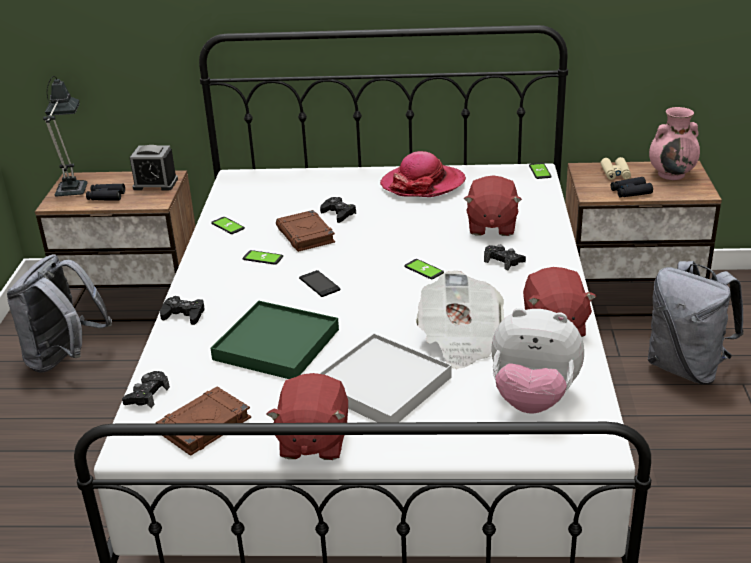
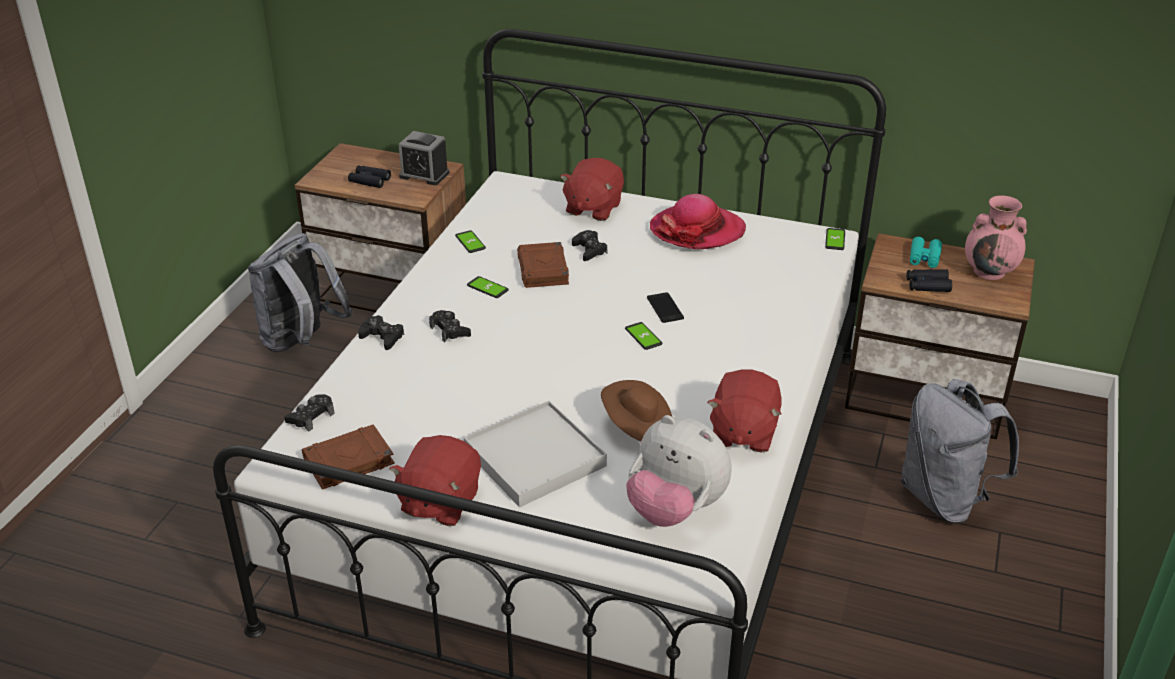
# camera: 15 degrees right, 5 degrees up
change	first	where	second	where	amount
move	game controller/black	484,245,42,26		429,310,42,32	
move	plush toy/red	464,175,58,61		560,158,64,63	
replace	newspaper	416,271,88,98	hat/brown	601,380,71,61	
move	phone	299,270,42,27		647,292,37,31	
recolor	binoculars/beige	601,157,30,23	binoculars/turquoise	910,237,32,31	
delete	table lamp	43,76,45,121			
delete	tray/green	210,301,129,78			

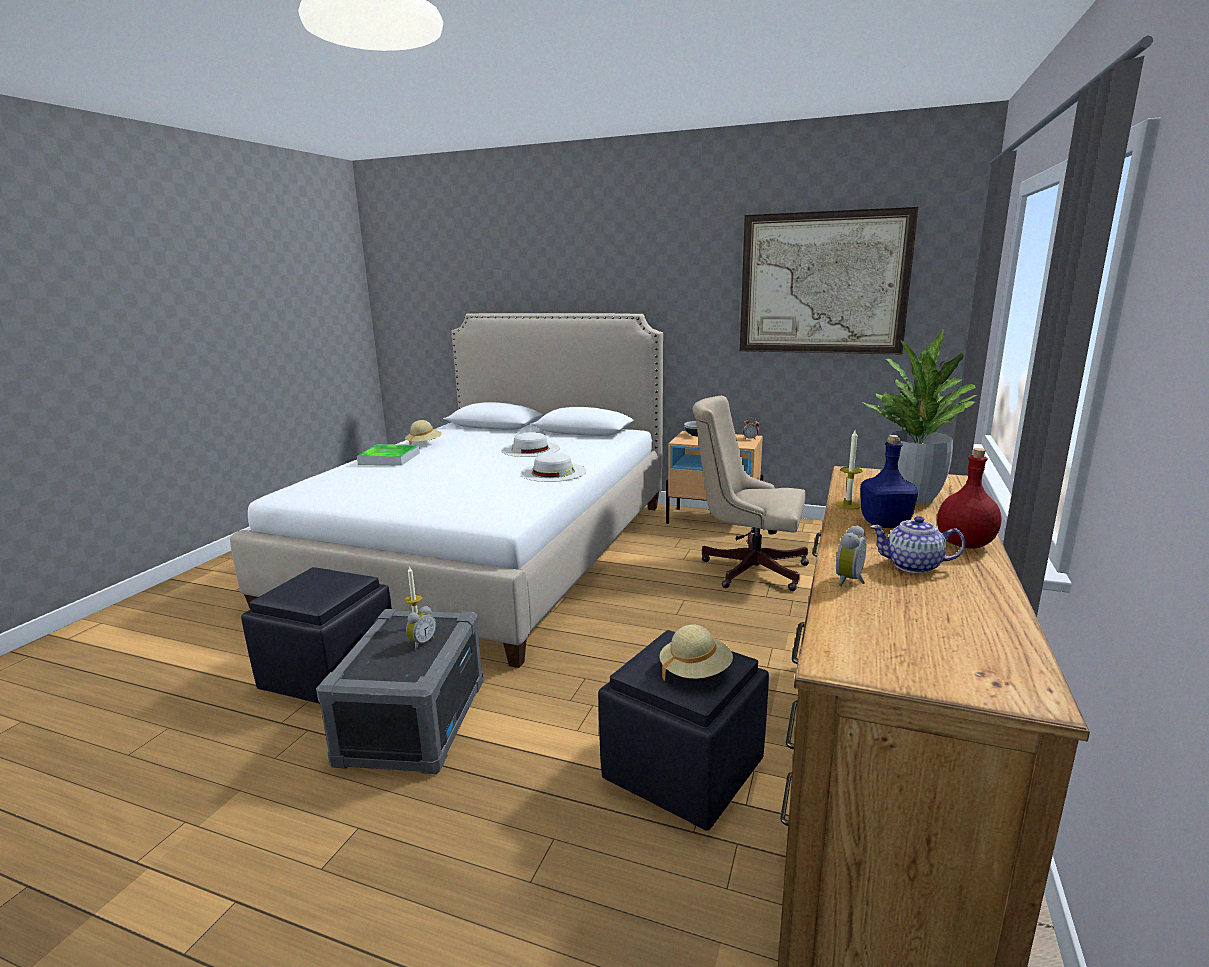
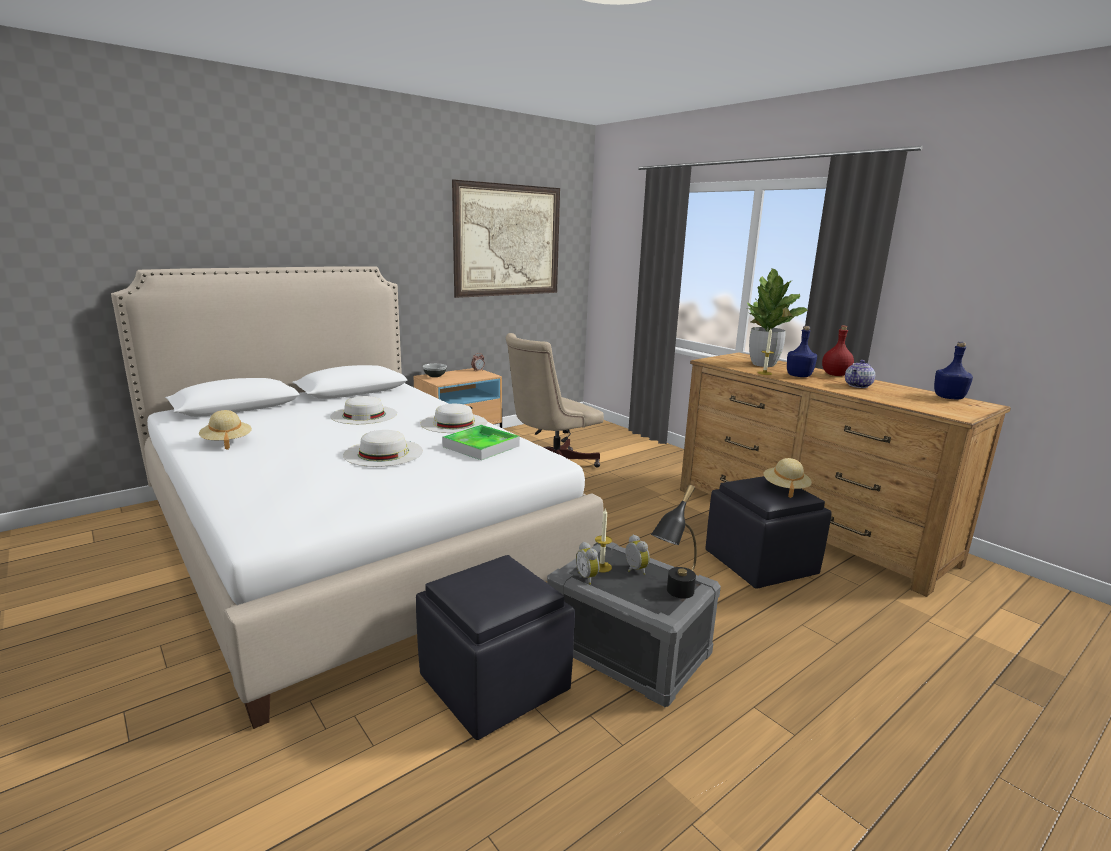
# camera: 60 degrees left, 0 degrees up
change	first	where	second	where	amount
insert			hat/white	343,430,80,37	
move	tray	357,444,63,22		442,425,78,35	
move	alarm clock	836,525,30,62		576,542,24,43	
insert			table lamp/black	651,485,46,113	
insert			bottle/blue	934,342,39,57	

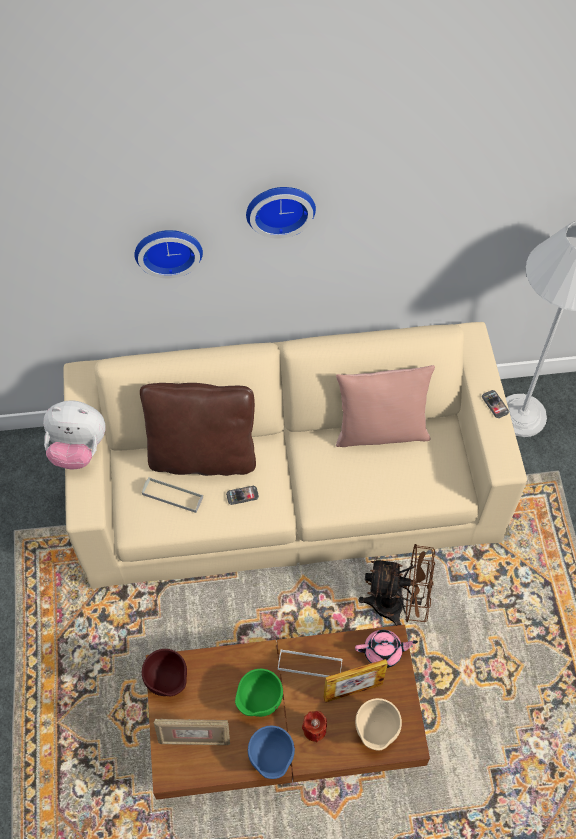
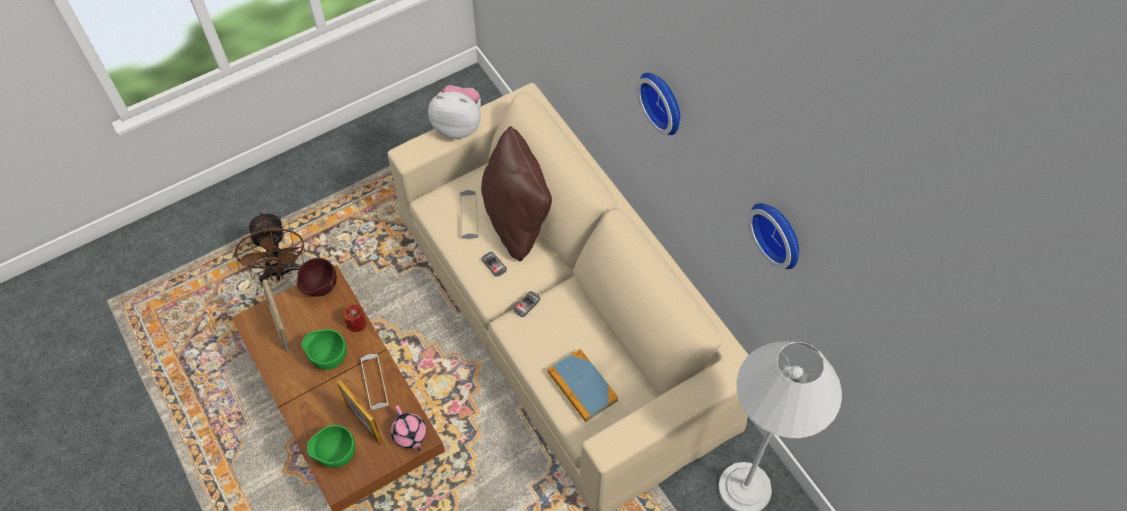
# camera: 65 degrees right, 0 degrees up
change	first	where	second	where	amount
move	fan/brown	358,544,77,82		235,212,70,70	
recolor	bowl/beige	355,698,47,53	bowl/green	307,425,48,43	
move	candle/red	302,711,25,32		343,304,24,28	
rotate	plush toy	43,401,63,68		428,85,53,54	120 degrees clockwise
move	phone	482,390,27,28		513,291,27,26	
insert			book	547,349,71,73	
move	wall clock	134,230,69,48		748,203,51,66	
delete	bowl/blue	248,726,47,53			
delete	pillow/pink	336,365,99,82			

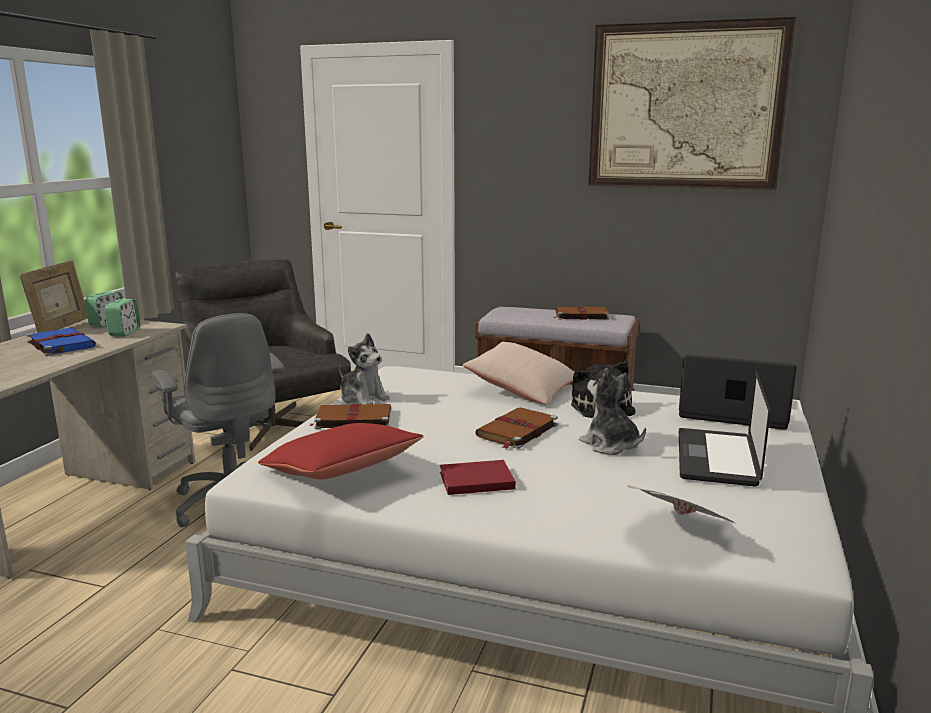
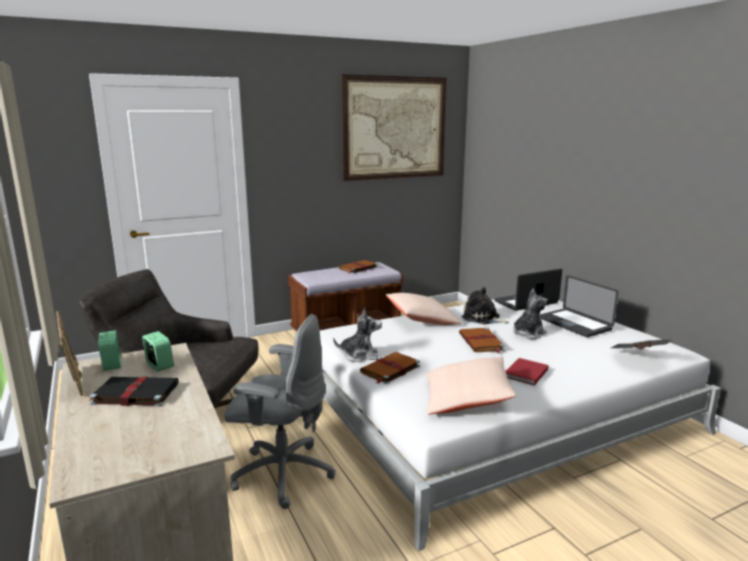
# camera: 45 degrees left, 0 degrees up
change	first	where	second	where	amount
recolor	book/blue	27,328,69,28	book/black	89,377,89,29	
recolor	pillow/red	258,423,165,56	pillow/beige	426,357,90,58	
rotate	plush toy	579,368,67,87		513,289,34,50	135 degrees clockwise

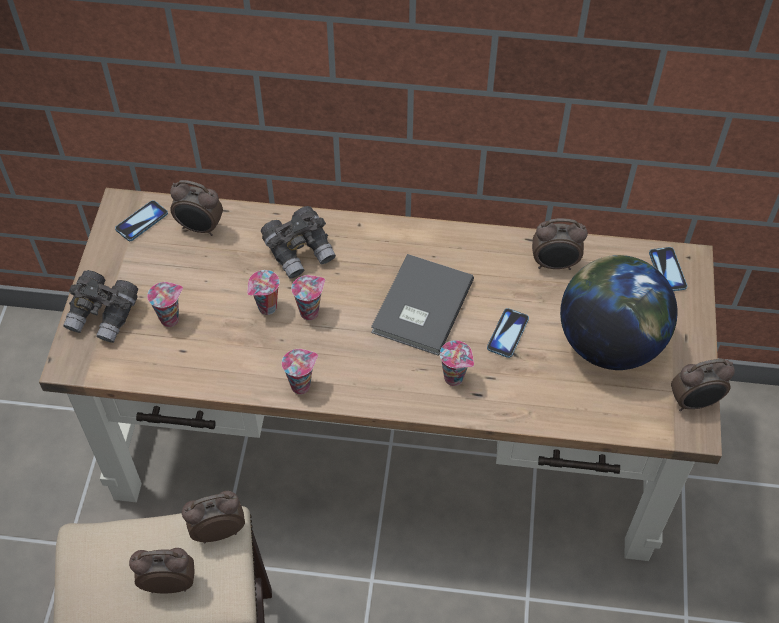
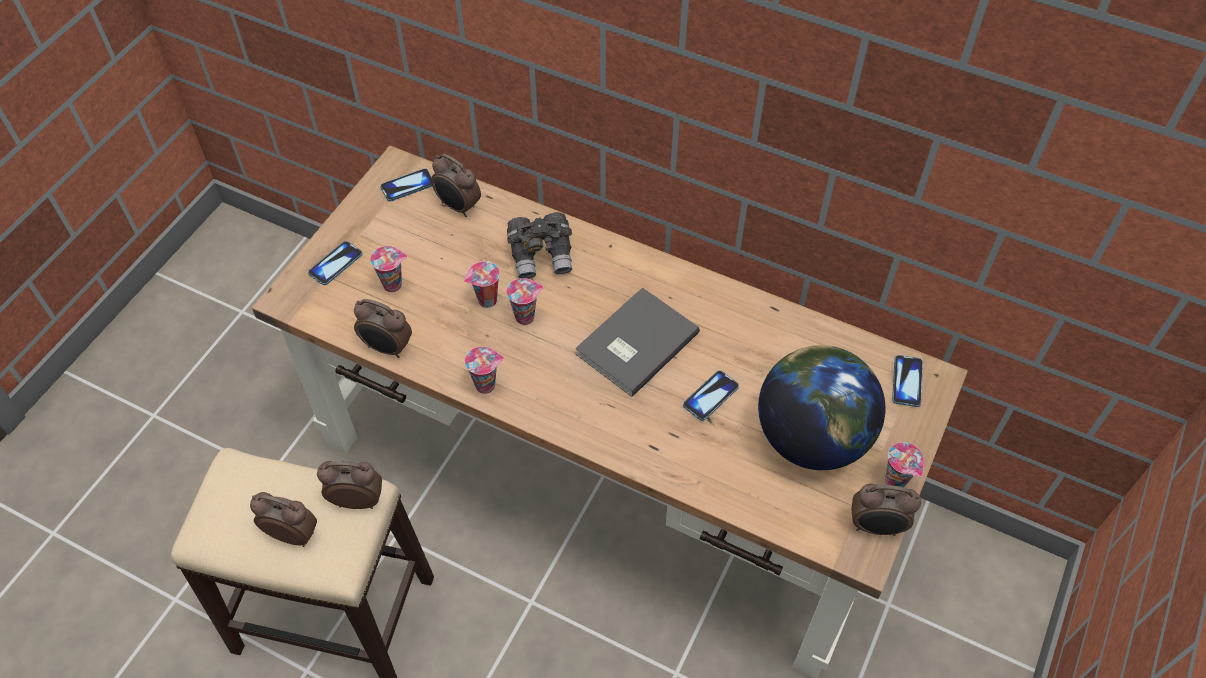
# camera: 20 degrees right, 0 degrees up
change	first	where	second	where	amount
replace	binoculars/grey	63,270,75,73	phone	308,241,55,44	
move	alarm clock	532,218,56,52		354,299,58,59	
move	cup	440,340,34,46		885,442,39,45	

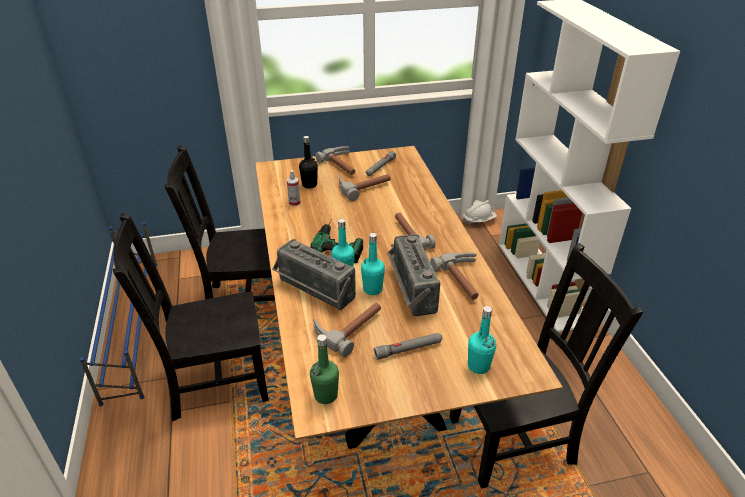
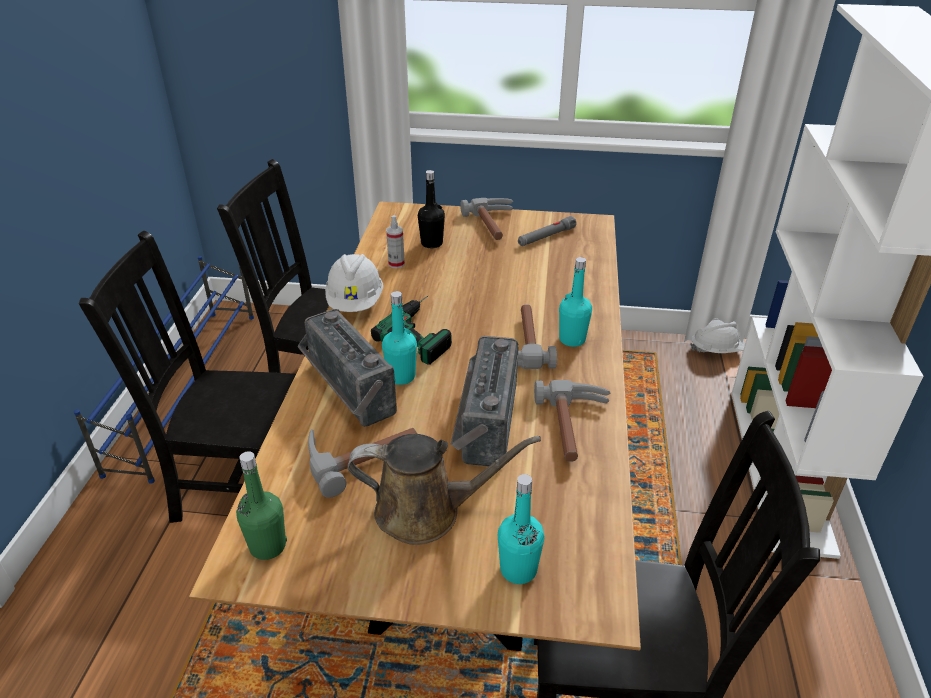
# camera: 20 degrees right, 0 degrees up
change	first	where	second	where	amount
insert			hard hat/white	325,254,58,58	
replace	flashlight/grey	374,333,68,27	watering can/brown	347,434,194,111	
move	bottle/turquoise	361,233,24,62		559,257,33,90	
delete	hammer	339,174,52,27			

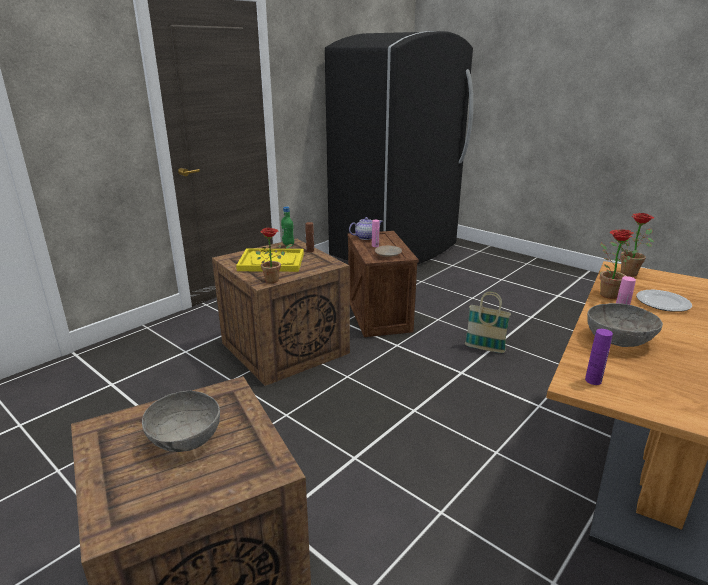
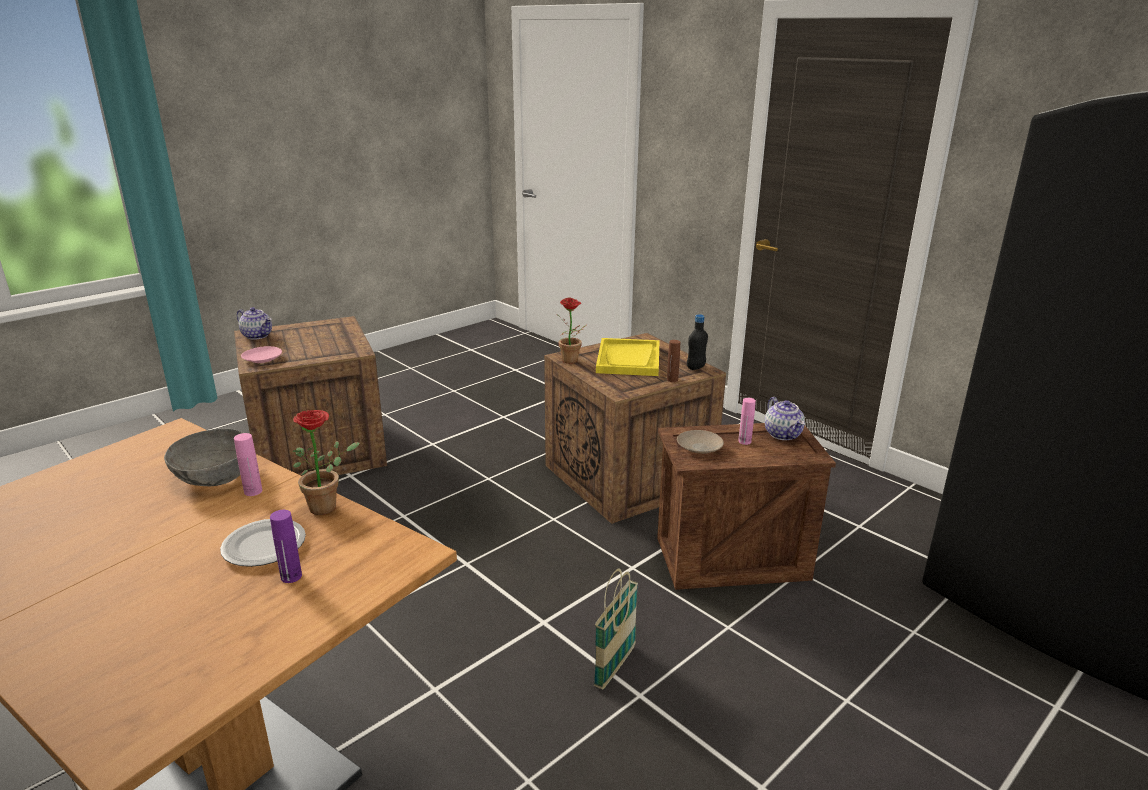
# camera: 95 degrees right, 0 degrees up
change	first	where	second	where	amount
insert			teapot	237,307,35,33	
insert			plate/pink	241,346,41,17	
move	bottle/purple	585,329,28,56		270,510,32,73	
recolor	bottle/green	281,207,13,39	bottle/black	687,314,21,56	
delete	bowl/grey	142,391,78,61			
delete	potted plant	610,213,44,64			

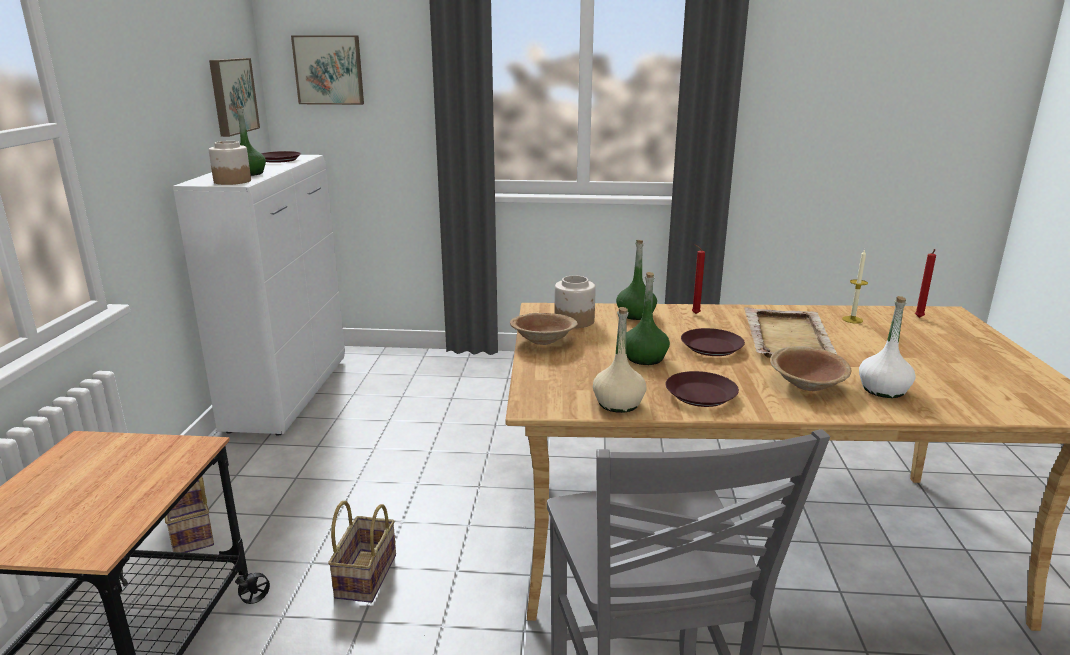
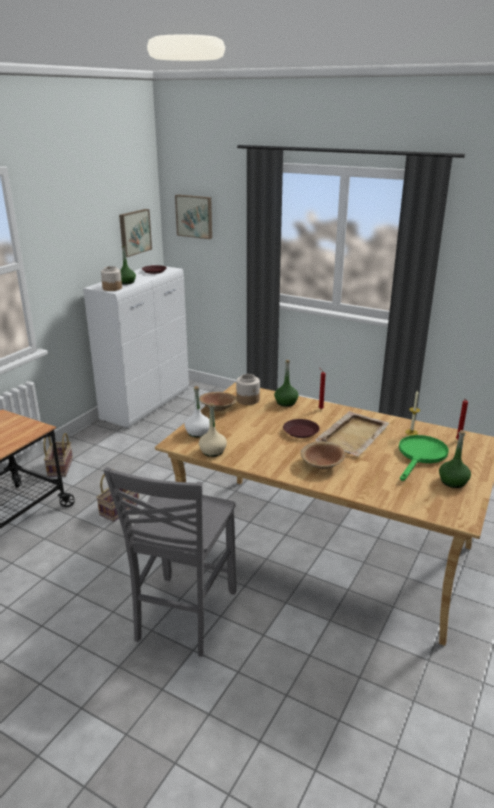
# camera: 25 degrees right, 5 degrees up
change	first	where	second	where	amount
move	bottle/white	859,296,57,102		185,386,25,52	
insert			frying pan/green	399,435,50,46	
move	bottle/green	627,272,43,93		439,430,32,58	
delete	plate/brown	665,371,74,36			

